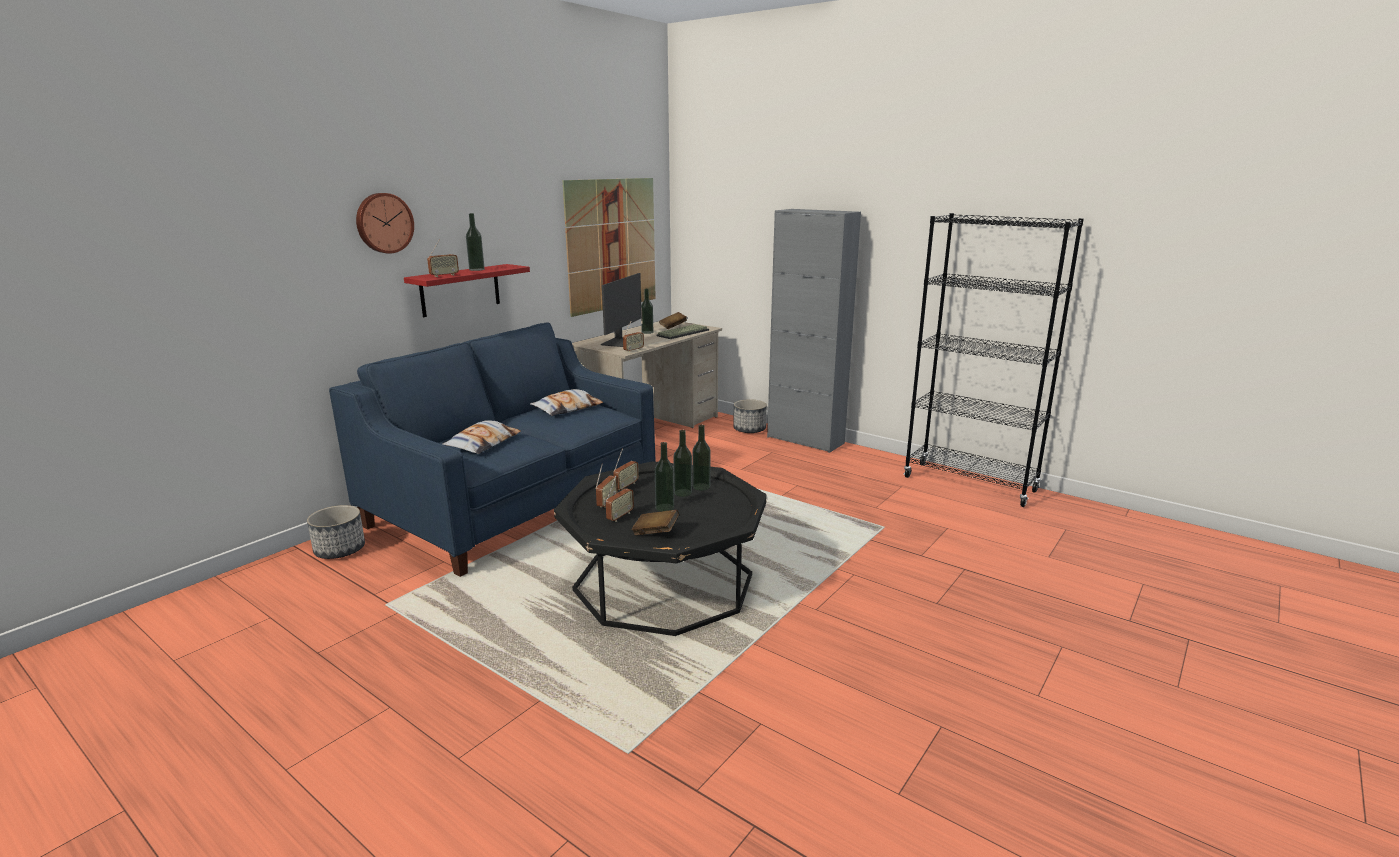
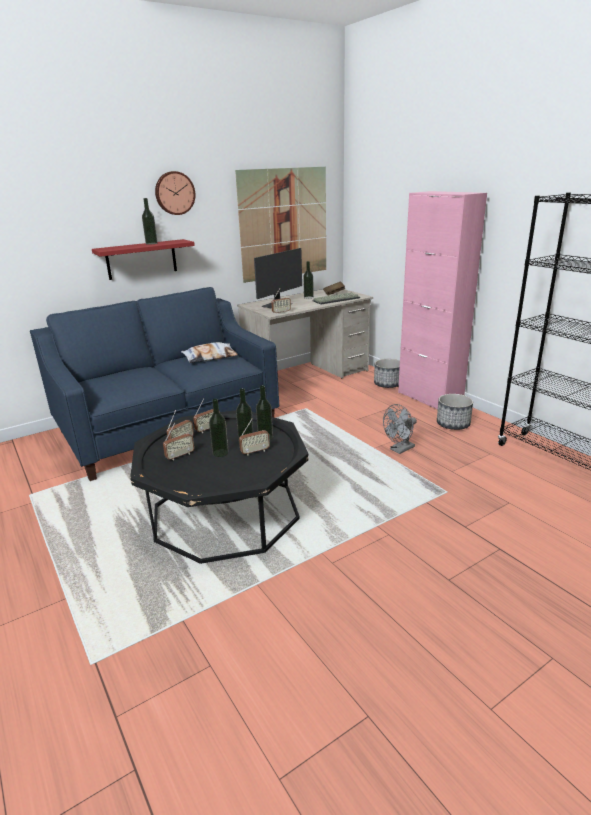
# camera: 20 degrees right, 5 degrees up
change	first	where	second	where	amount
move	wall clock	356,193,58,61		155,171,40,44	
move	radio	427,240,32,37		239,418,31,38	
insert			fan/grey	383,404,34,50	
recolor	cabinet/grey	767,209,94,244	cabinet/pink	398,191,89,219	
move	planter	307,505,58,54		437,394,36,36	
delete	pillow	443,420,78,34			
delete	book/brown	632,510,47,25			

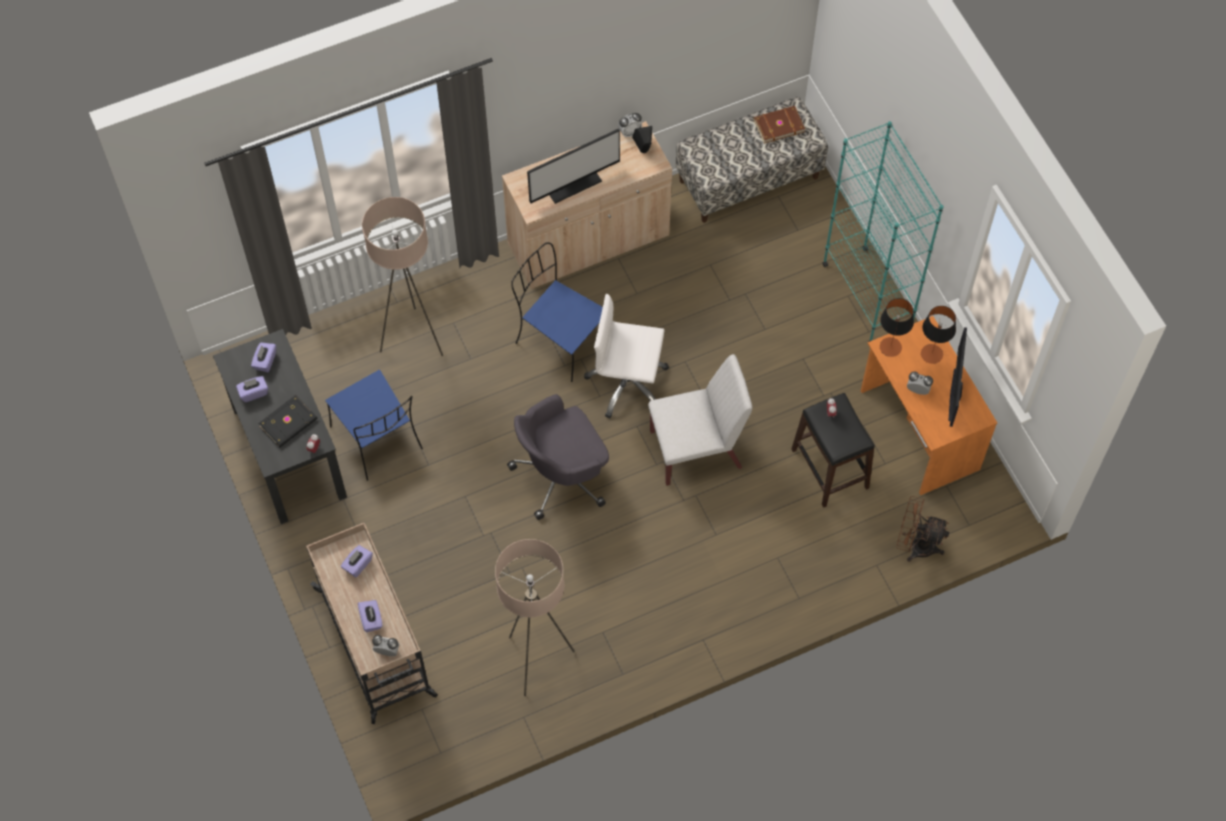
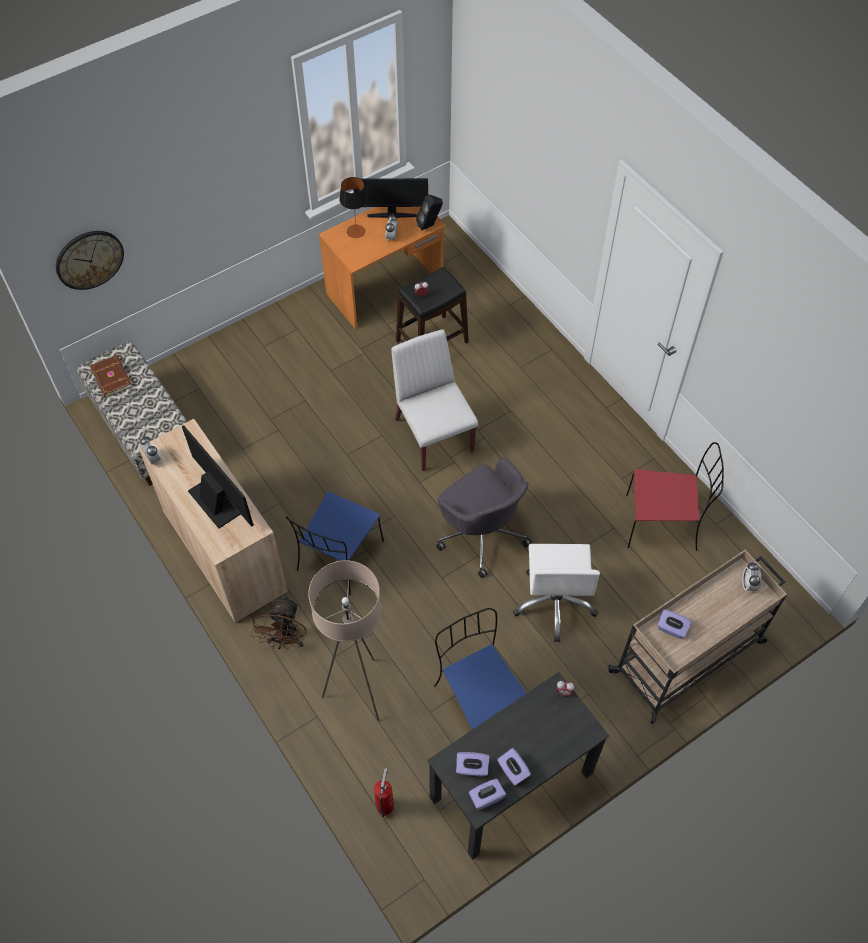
# camera: 100 degrees left, 5 degrees down
change	first	where	second	where	amount
insert			wall clock	56,231,68,59	
move	fan/brown	896,496,53,66		251,596,56,54	
insert			fire extinguisher	374,768,20,49	
move	speaker/black	632,126,20,27		416,194,27,36	
rotate	chair/blue	325,370,98,111		434,608,92,122	75 degrees counterclockwise
move	tissue box/purple	358,600,25,32		469,779,37,31	
move	office chair/white	584,294,85,125		513,544,87,98	
replace	floor lamp/beige	495,539,80,157	chair/red	626,442,98,109	
delete	book/black	258,395,60,53			
delete	bookcase/turquoise	822,121,122,221			
delete	table lamp	880,298,34,59			

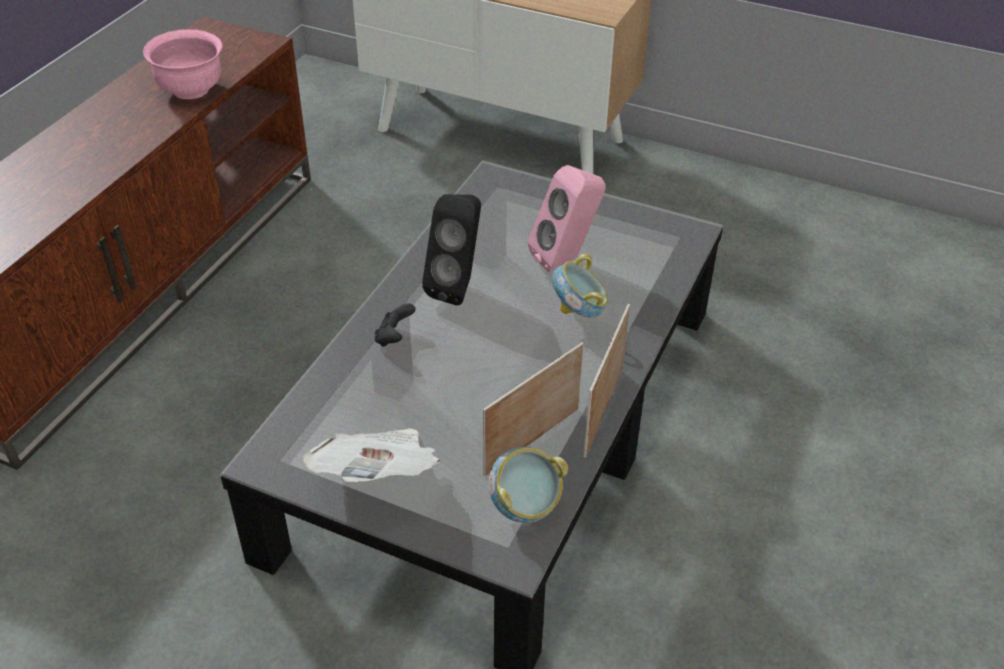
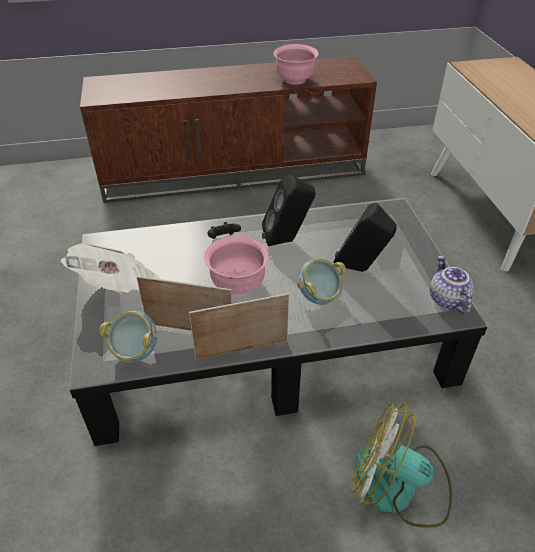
# camera: 55 degrees right, 0 degrees up
change	first	where	second	where	amount
insert			bowl/pink	204,236,64,59	
recolor	speaker/pink	528,165,77,107	speaker/black	333,203,64,69	
insert			fan	351,404,101,124	
insert			teapot	430,256,44,58	

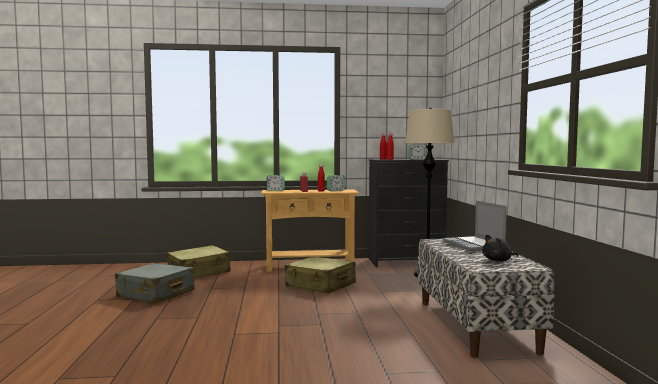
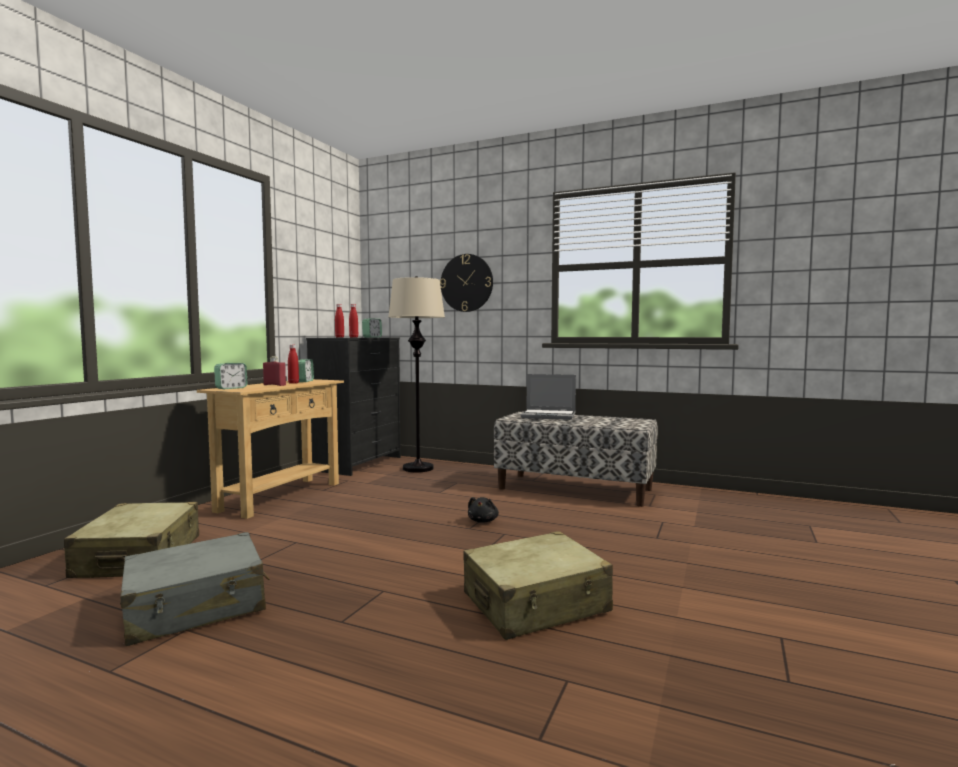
# camera: 60 degrees left, 0 degrees up
change	first	where	second	where	amount
insert			wall clock	440,254,53,58	
move	suitcase/beige	285,256,71,38		463,531,150,109	
move	plush toy/black	482,234,36,27		468,497,31,26	

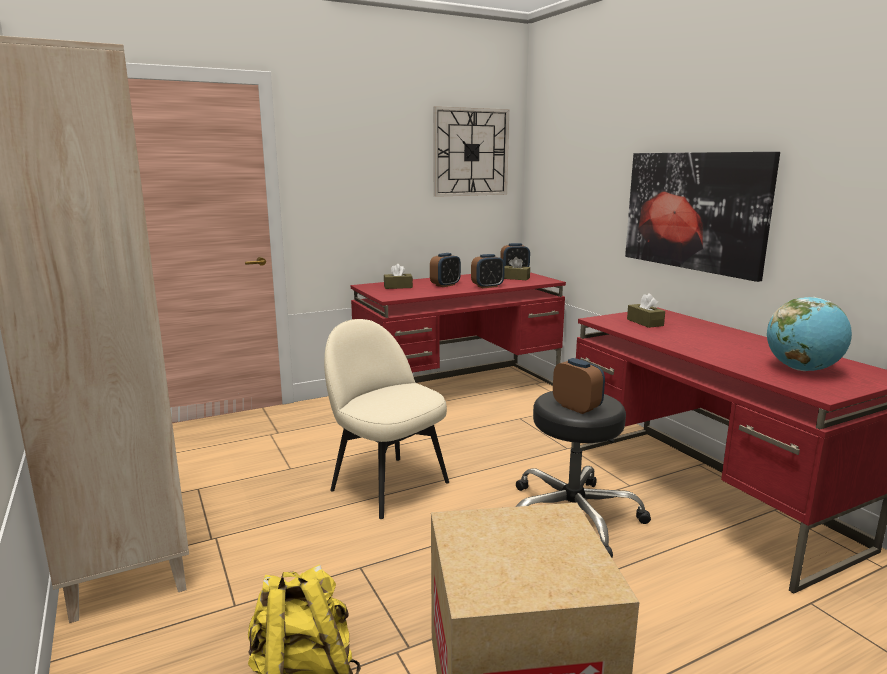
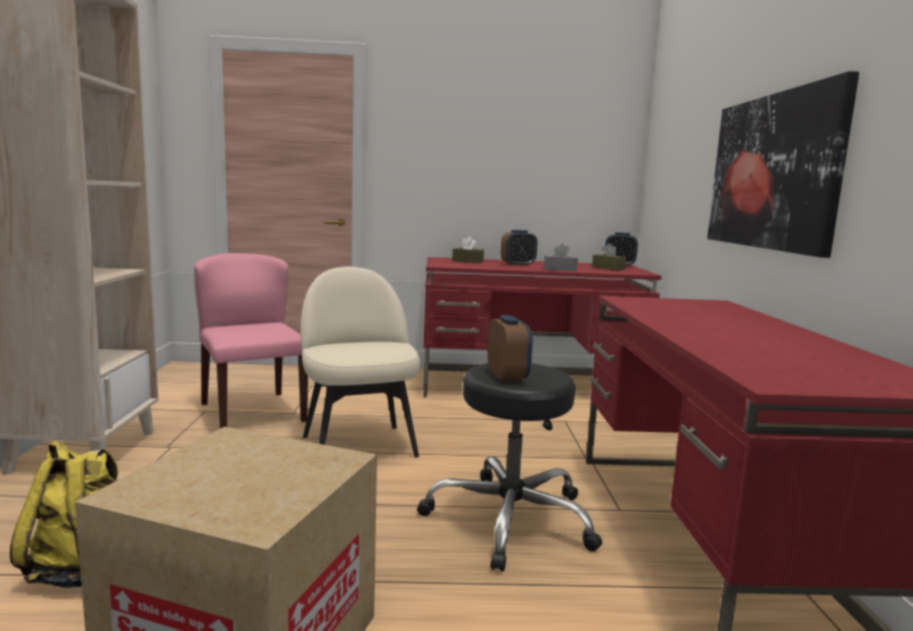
# camera: 25 degrees right, 5 degrees down
change	first	where	second	where	amount
insert			chair/pink	194,253,114,176	
replace	alarm clock	471,254,34,34	tissue box/grey	544,243,34,28	
delete	wall clock	433,106,76,91			
delete	tissue box/brown	627,293,38,35			
delete	globe	767,297,85,74			

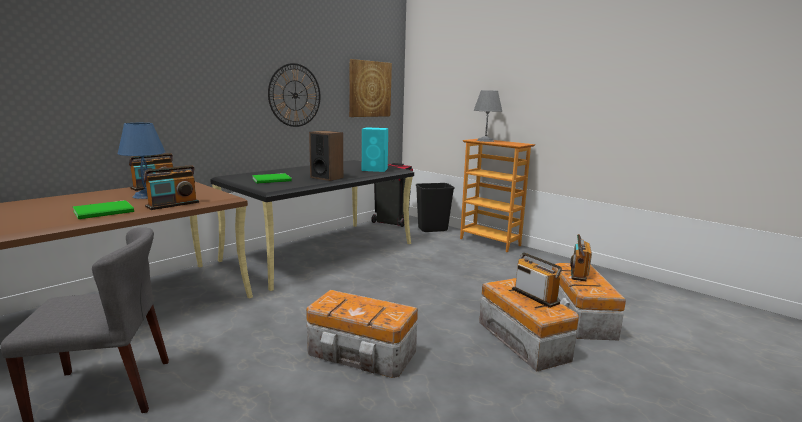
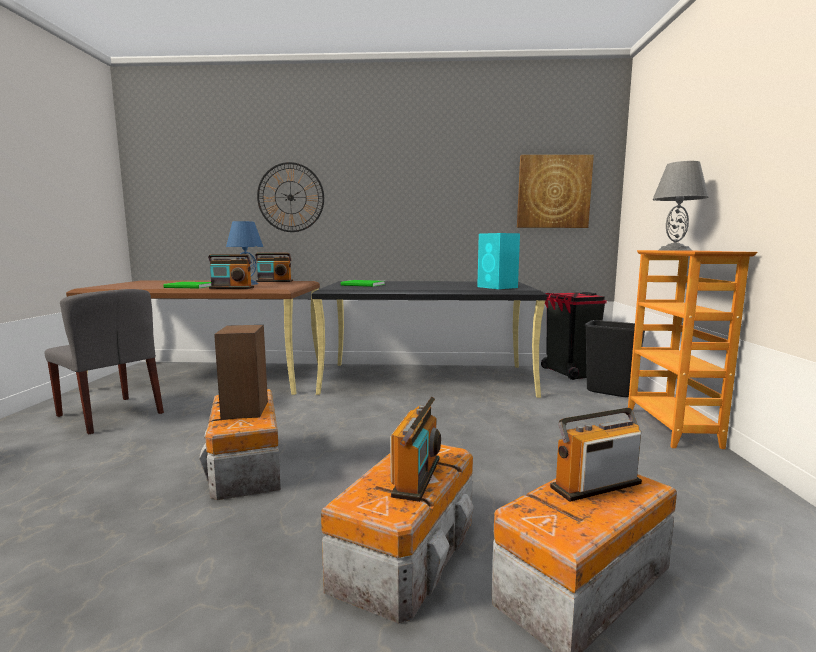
# camera: 50 degrees right, 5 degrees down
change	first	where	second	where	amount
move	speaker	309,131,34,50		214,325,54,94	
move	wall clock	268,63,53,64		257,162,67,70	

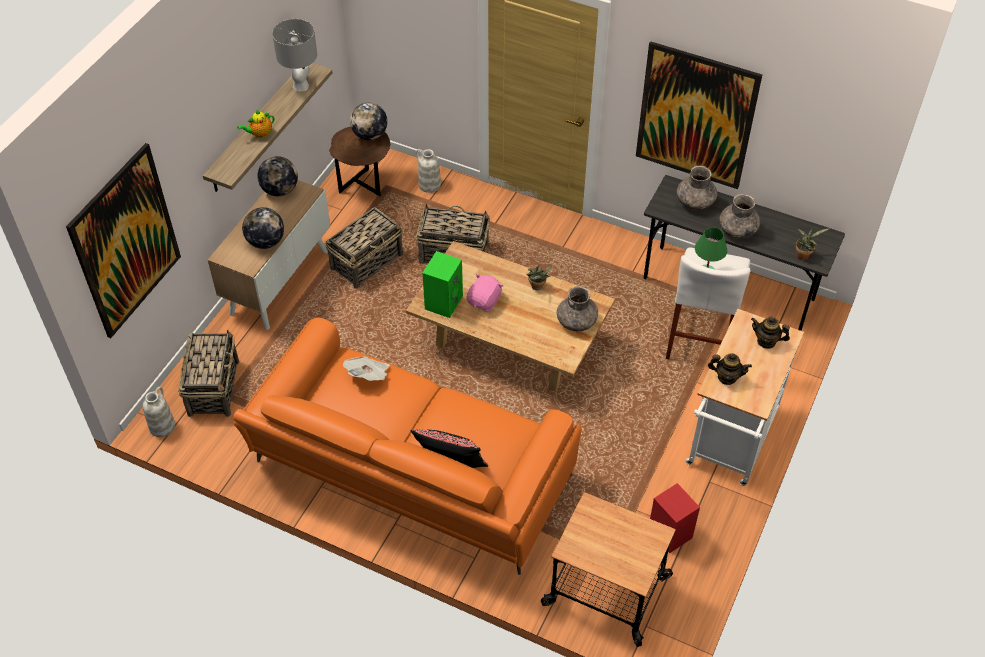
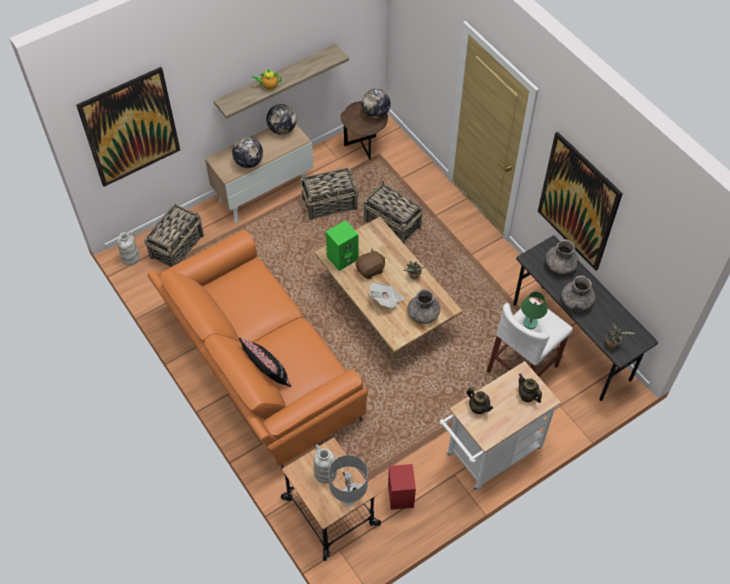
# camera: 30 degrees right, 5 degrees up
change	first	where	second	where	amount
move	vase/white	416,149,25,44		314,444,23,40	
move	table lamp/grey	272,19,45,72		328,455,40,51	
recolor	plush toy/pink	467,274,36,38	plush toy/brown	356,248,29,31	
move	newspaper	343,356,47,25		369,282,35,26	

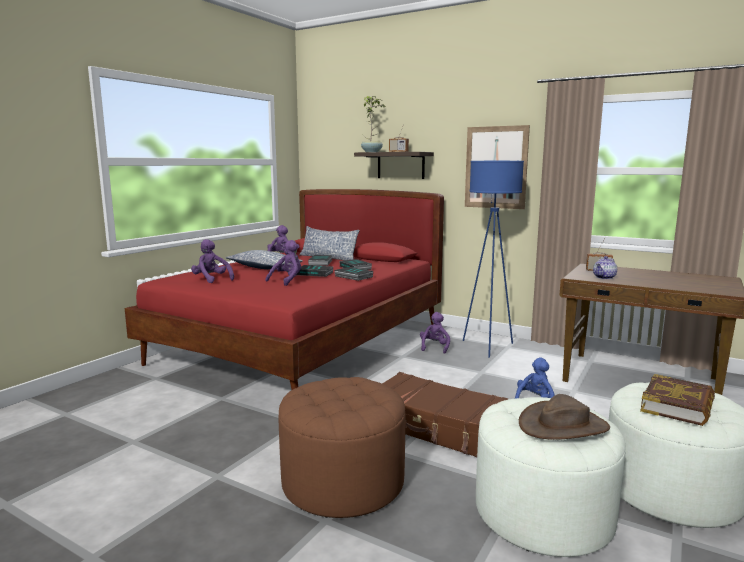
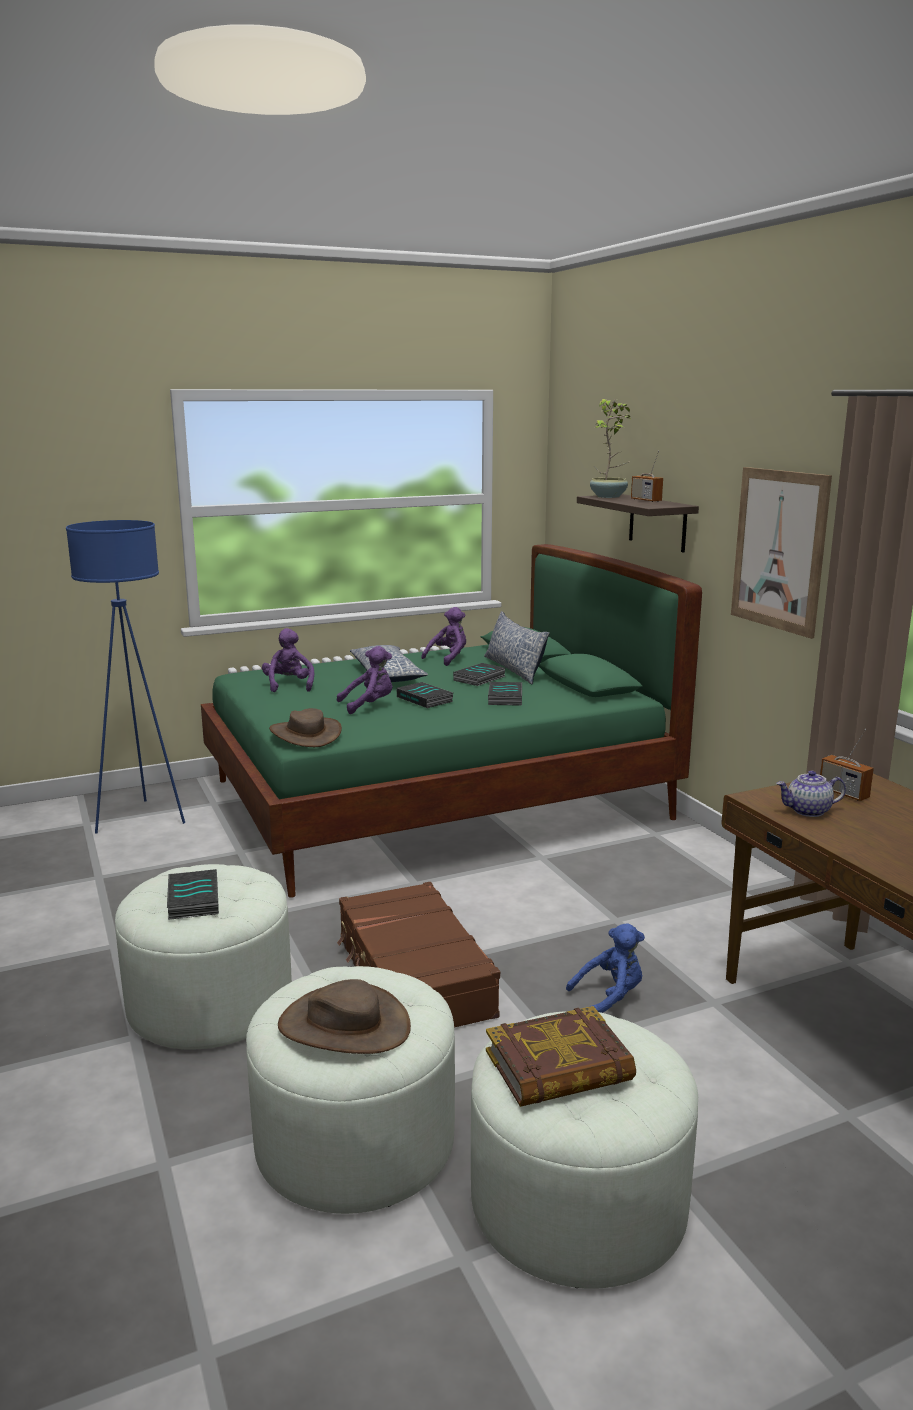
# camera: 35 degrees right, 5 degrees up
change	first	where	second	where	amount
move	floor lamp/blue	463,161,61,197		66,520,119,313	
recolor	ottoman/brown	279,377,126,141	ottoman/white	115,864,177,186	
move	book	335,267,38,14		167,869,52,51	
recolor	bed/red	125,189,319,201	bed/green	201,544,501,354	
insert			hat/brown	269,708,73,39	
delete	plush toy/purple	420,312,30,42			

